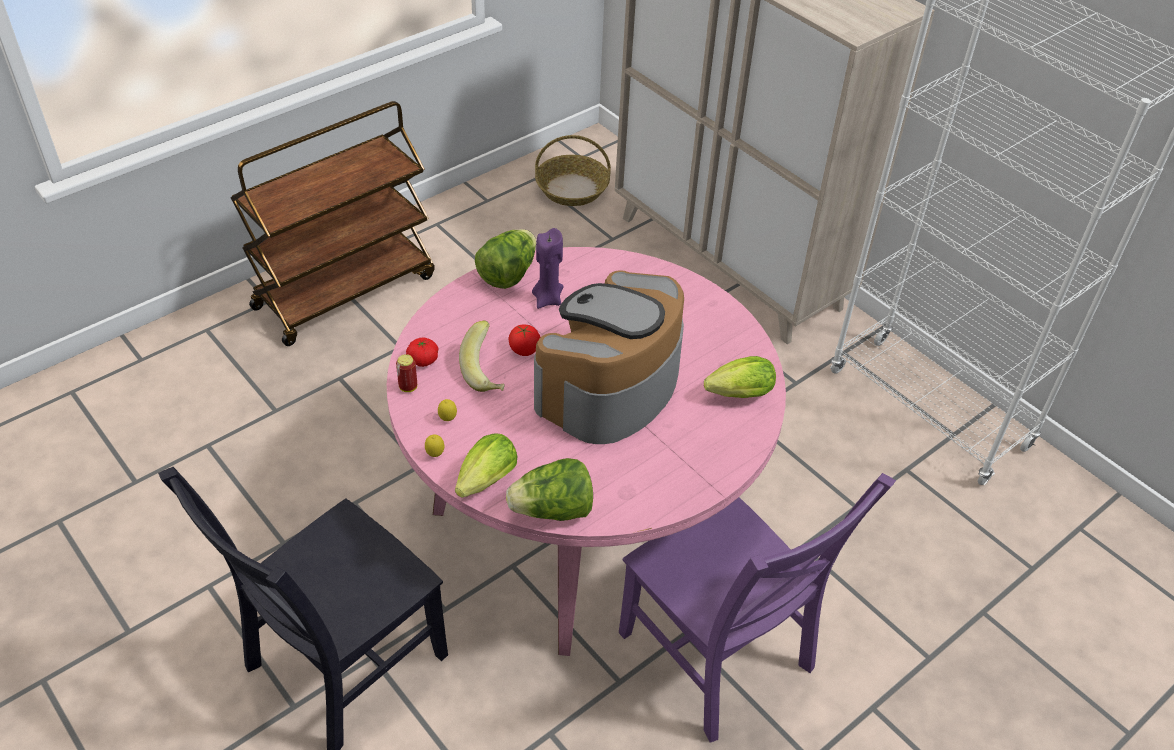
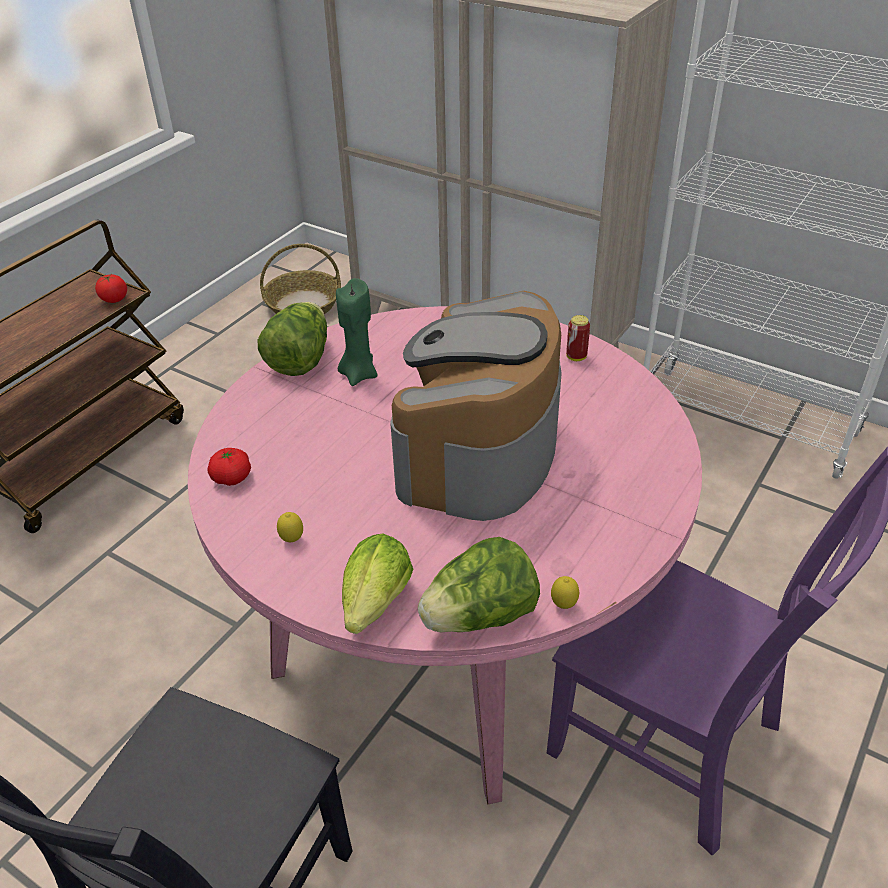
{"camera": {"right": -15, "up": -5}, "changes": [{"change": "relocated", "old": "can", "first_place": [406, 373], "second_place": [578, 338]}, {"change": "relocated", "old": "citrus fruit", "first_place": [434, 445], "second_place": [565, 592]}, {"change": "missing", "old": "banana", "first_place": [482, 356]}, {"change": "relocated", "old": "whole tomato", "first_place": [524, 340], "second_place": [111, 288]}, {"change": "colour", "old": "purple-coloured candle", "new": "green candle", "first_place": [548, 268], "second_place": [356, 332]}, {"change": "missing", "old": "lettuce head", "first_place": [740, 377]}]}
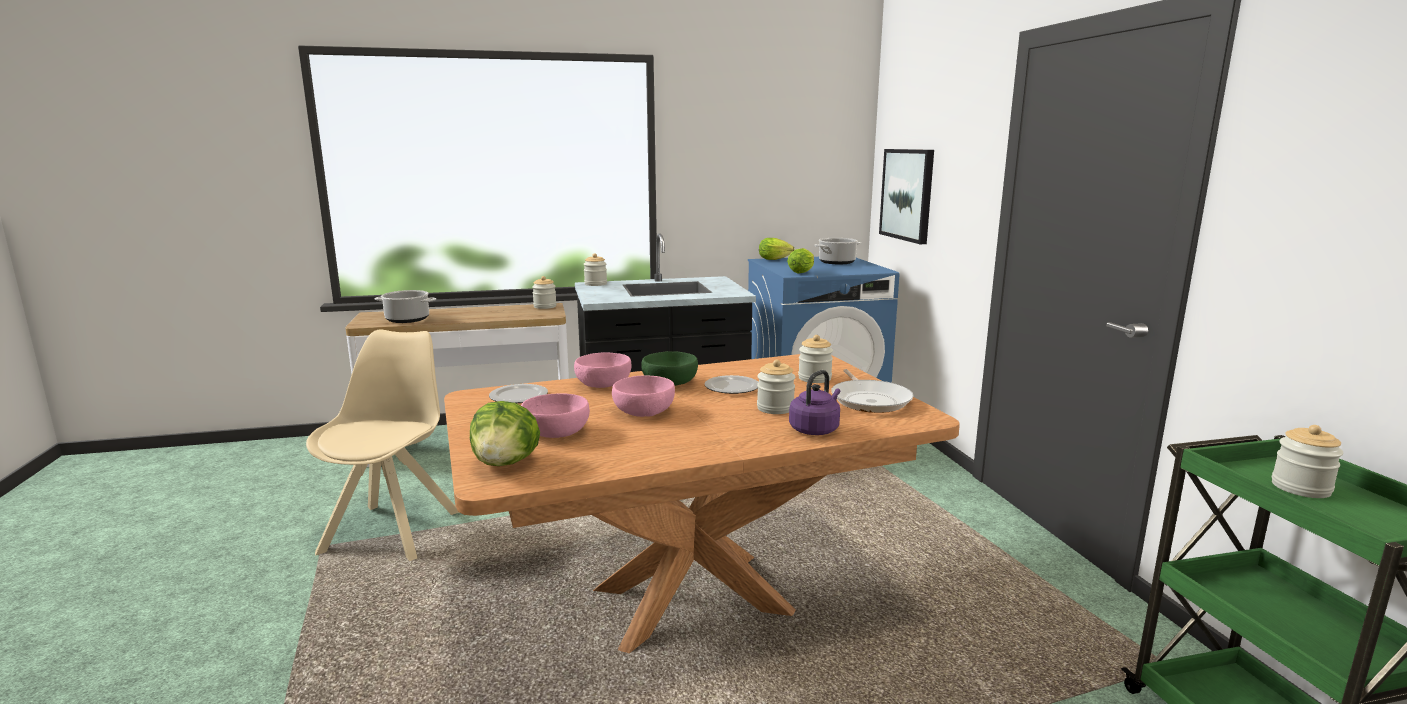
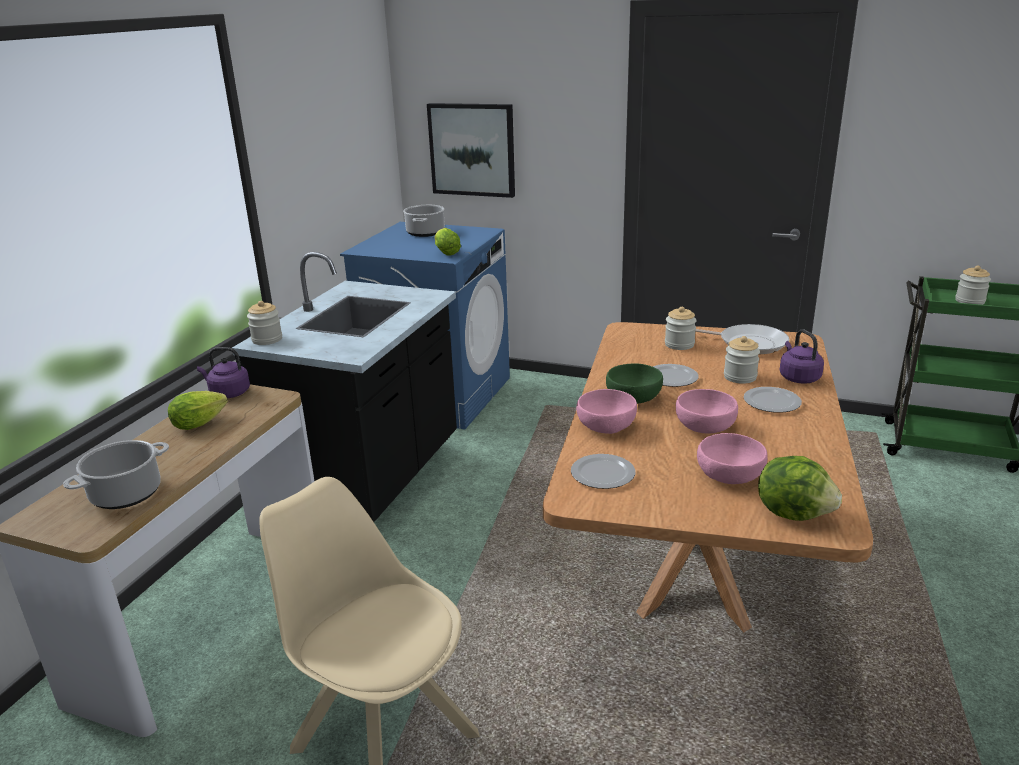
{"camera": {"right": -55, "up": 10}, "changes": [{"change": "exchanged", "old": "storage jar", "new": "purple-coloured tea kettle", "first_place": [544, 292], "second_place": [223, 372]}, {"change": "relocated", "old": "lettuce head", "first_place": [777, 249], "second_place": [198, 410]}, {"change": "appeared", "new": "dinner plate", "second_place": [773, 400]}]}
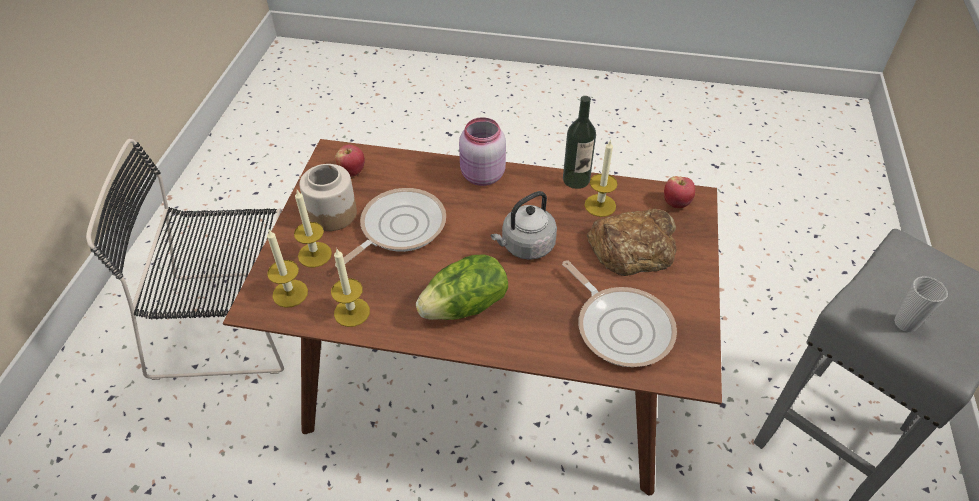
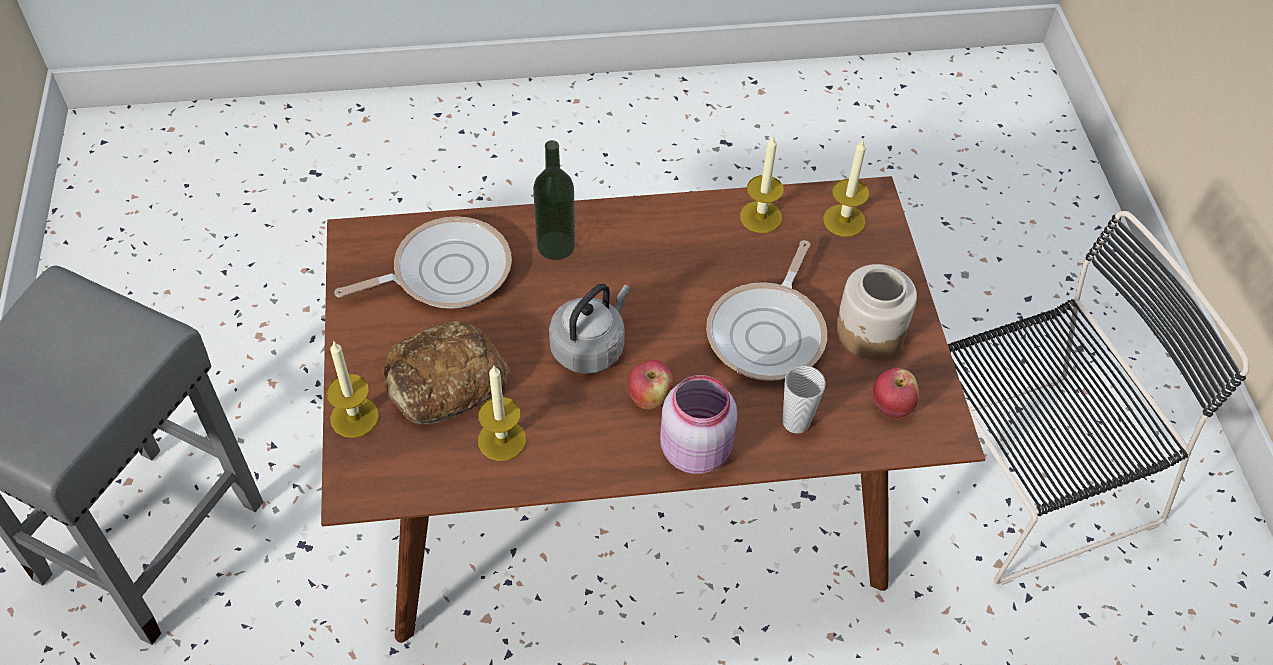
{"camera": {"right": 160, "up": 5}, "changes": [{"change": "relocated", "old": "candle", "first_place": [313, 229], "second_place": [352, 389]}, {"change": "missing", "old": "lettuce head", "first_place": [462, 287]}, {"change": "spun", "old": "pan", "first_place": [619, 314], "second_place": [423, 262], "degrees": 120}, {"change": "relocated", "old": "bottle", "first_place": [579, 142], "second_place": [554, 200]}, {"change": "relocated", "old": "whole apple", "first_place": [679, 192], "second_place": [651, 384]}, {"change": "relocated", "old": "drinking cup", "first_place": [921, 304], "second_place": [804, 399]}]}
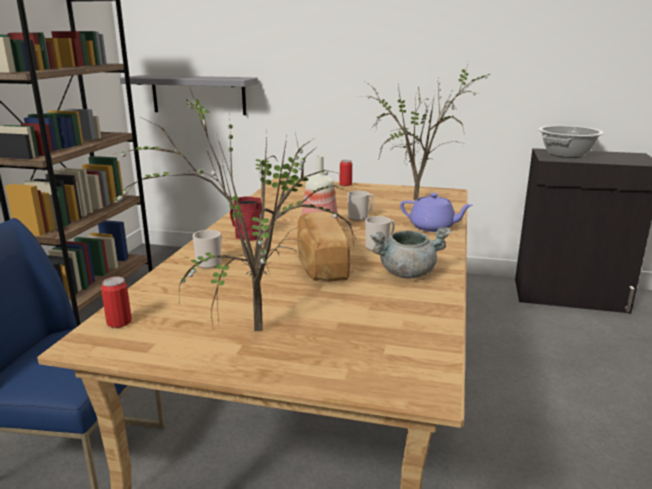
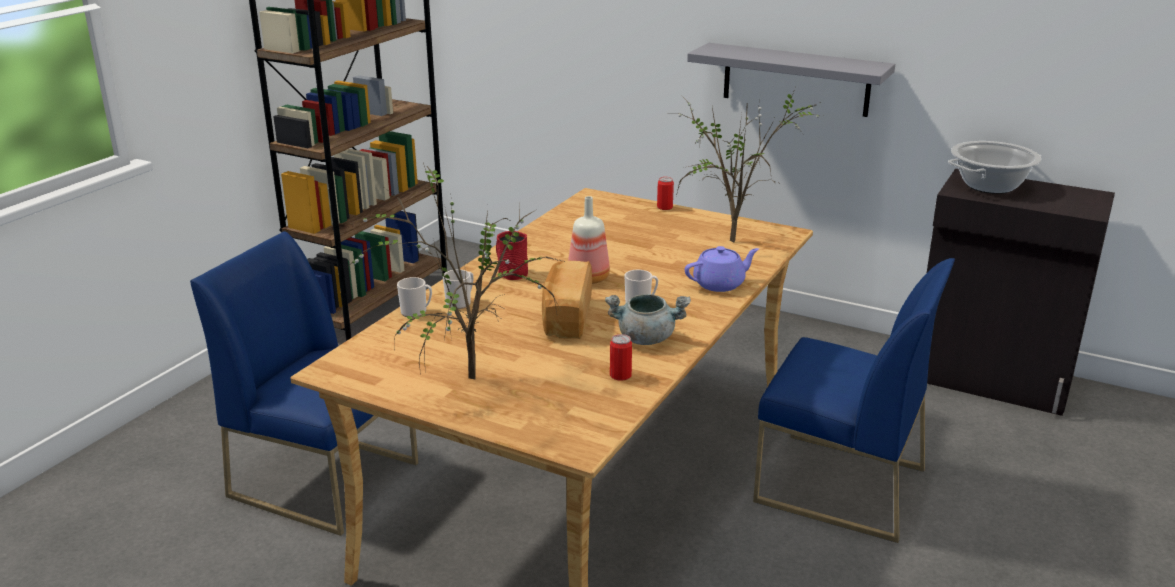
{"camera": {"right": 15, "up": 5}, "changes": [{"change": "relocated", "old": "can", "first_place": [116, 302], "second_place": [621, 357]}, {"change": "relocated", "old": "gray bracket shelf", "first_place": [189, 95], "second_place": [791, 80]}, {"change": "relocated", "old": "tea mug", "first_place": [361, 206], "second_place": [414, 297]}, {"change": "spun", "old": "purple-coloured tea pot", "first_place": [436, 212], "second_place": [722, 269], "degrees": -60}, {"change": "appeared", "new": "bluish upright chair", "second_place": [854, 400]}]}
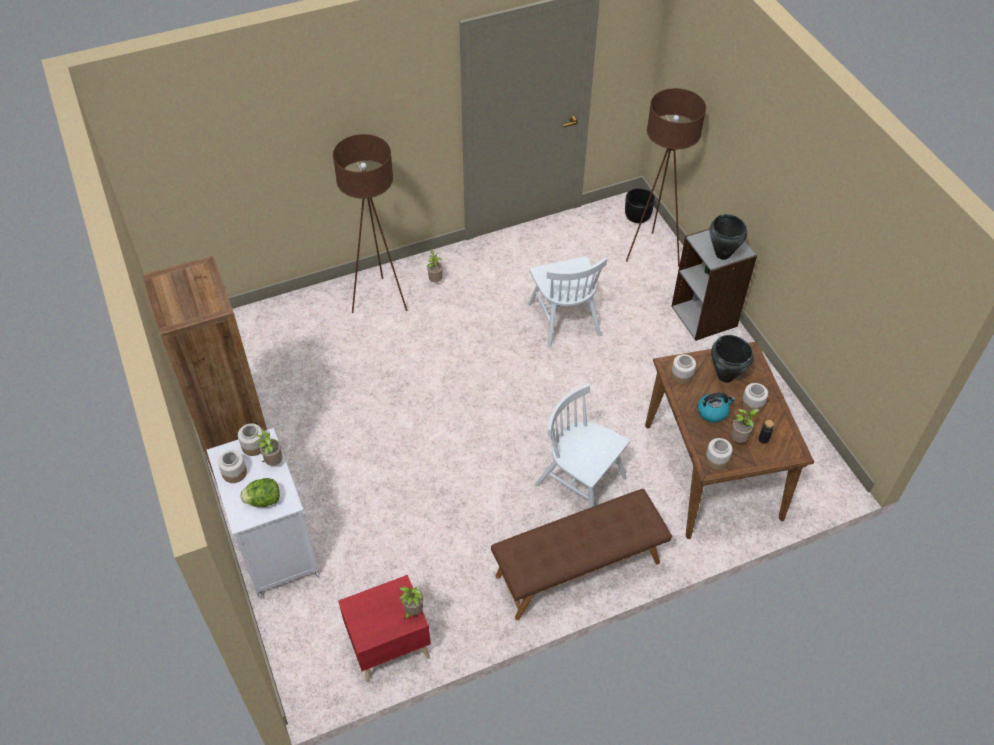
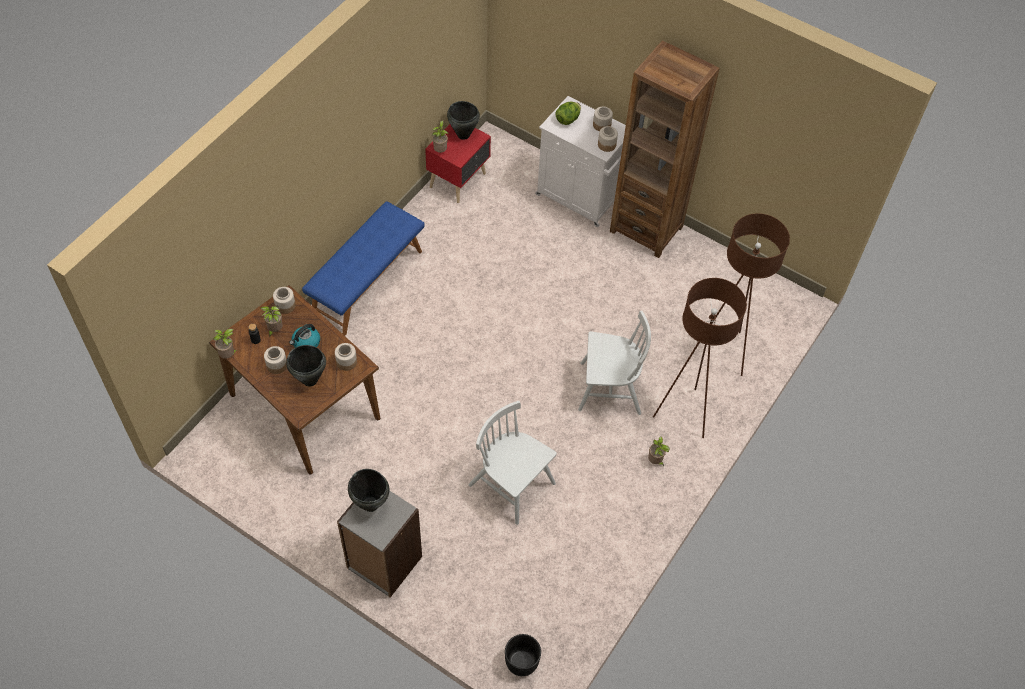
{"camera": {"right": 145, "up": 5}, "changes": [{"change": "relocated", "old": "plant in a pot", "first_place": [268, 447], "second_place": [225, 344]}, {"change": "colour", "old": "brown long seat", "new": "bluish long seat", "first_place": [581, 554], "second_place": [363, 268]}, {"change": "relocated", "old": "white-coloured upright chair", "first_place": [582, 446], "second_place": [614, 363]}, {"change": "relocated", "old": "brown standing lamp", "first_place": [666, 177], "second_place": [751, 294]}, {"change": "appeared", "new": "black-coloured saucepot", "second_place": [463, 120]}]}
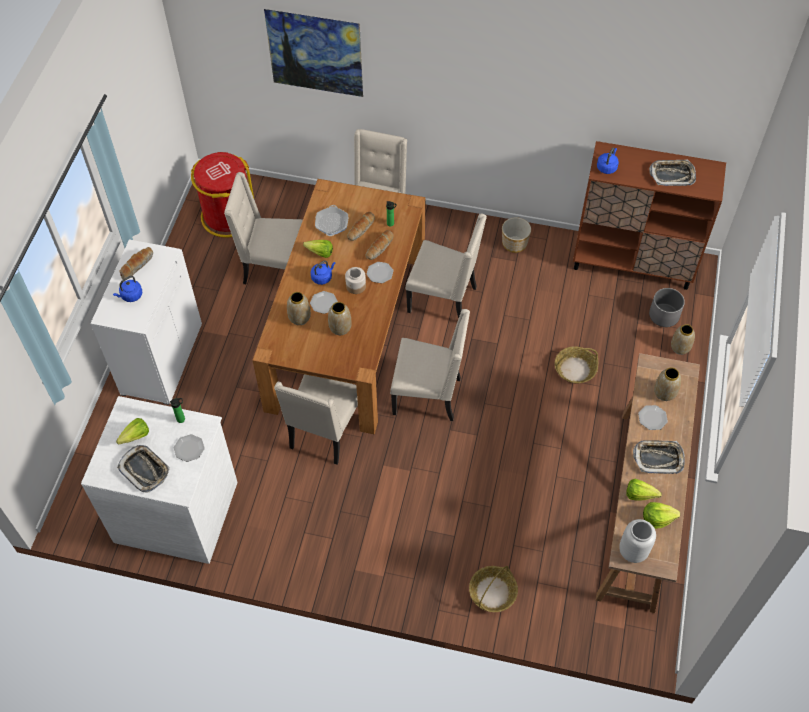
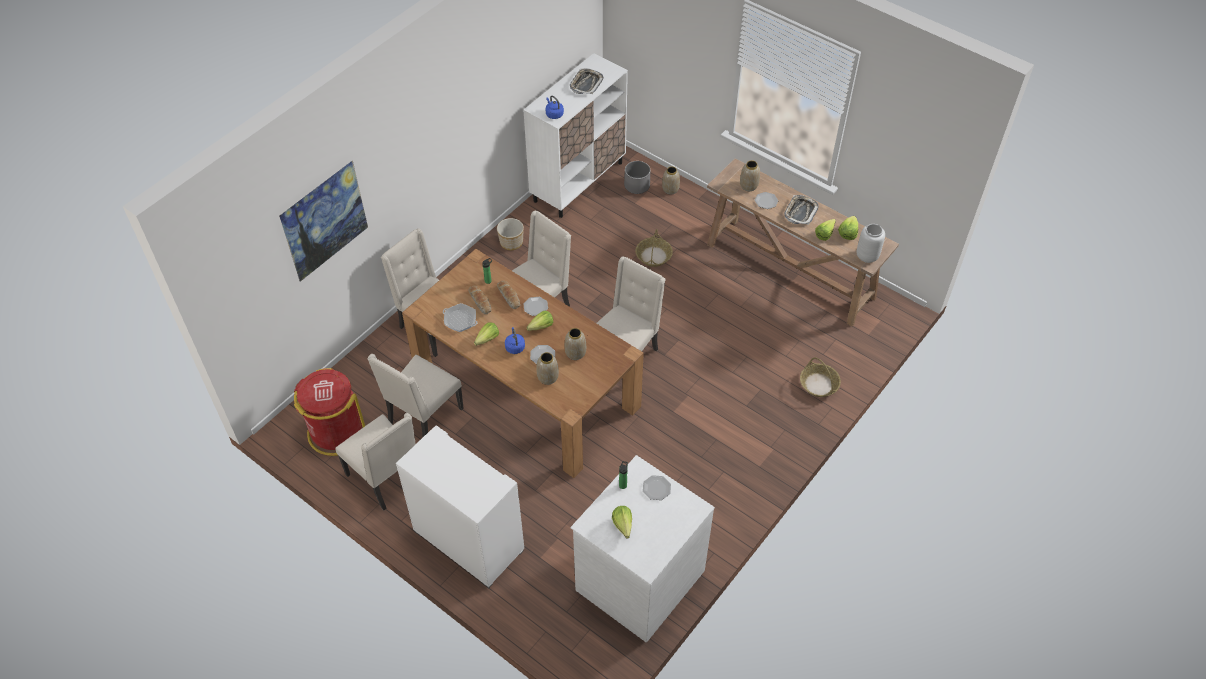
{"camera": {"right": -65, "up": -5}, "changes": [{"change": "missing", "old": "bluish tea kettle", "first_place": [127, 289]}, {"change": "missing", "old": "carrying tray", "first_place": [143, 469]}, {"change": "missing", "old": "bakery bread", "first_place": [136, 263]}, {"change": "relocated", "old": "sand-coloured upright chair", "first_place": [316, 419], "second_place": [375, 461]}, {"change": "exchanged", "old": "storage jar", "new": "lettuce head", "first_place": [355, 280], "second_place": [540, 321]}, {"change": "colour", "old": "brown cupboard", "new": "white-coloured cupboard", "first_place": [649, 215], "second_place": [575, 135]}]}
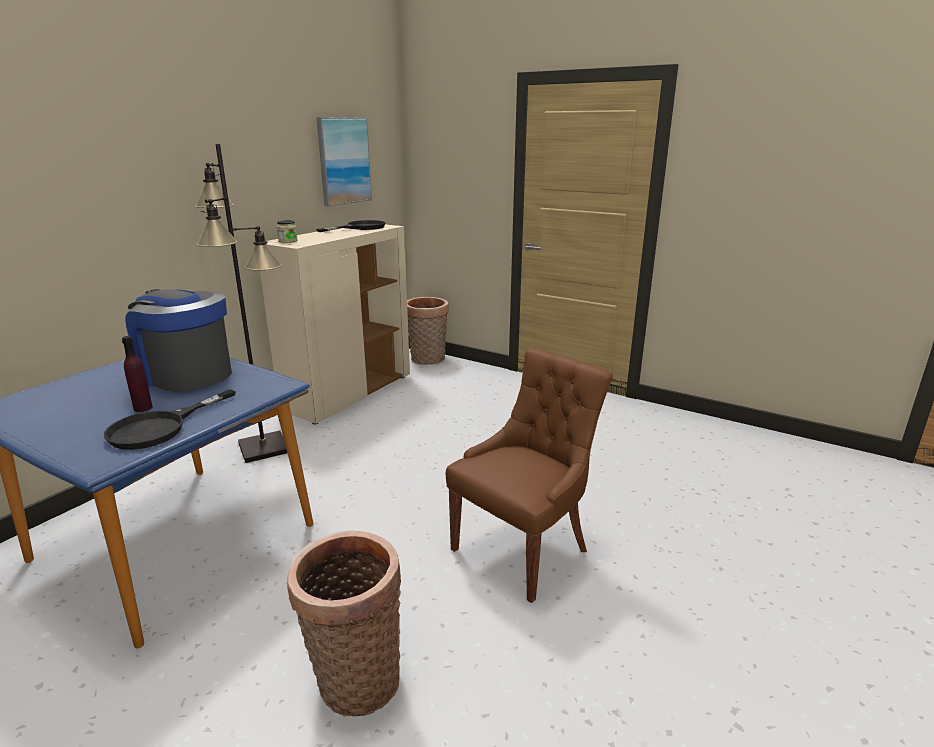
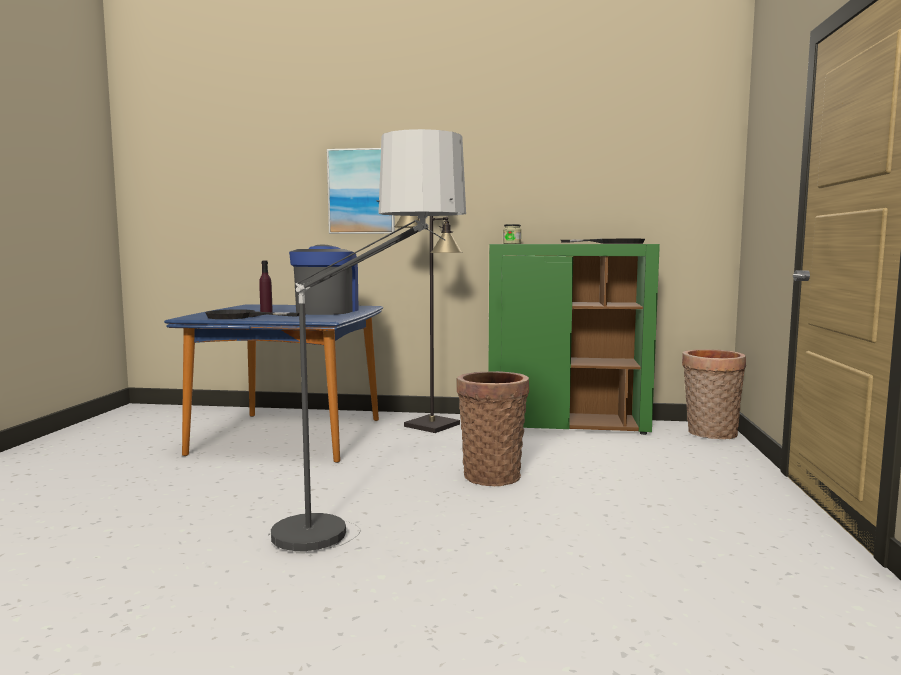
{"camera": {"right": 65, "up": -15}, "changes": [{"change": "colour", "old": "sand-coloured cupboard", "new": "green cupboard", "first_place": [335, 325], "second_place": [574, 339]}, {"change": "relocated", "old": "basket", "first_place": [344, 624], "second_place": [493, 428]}, {"change": "relocated", "old": "wall picture", "first_place": [344, 162], "second_place": [361, 191]}, {"change": "exchanged", "old": "brown upright chair", "new": "standing lamp", "first_place": [529, 475], "second_place": [367, 341]}]}
